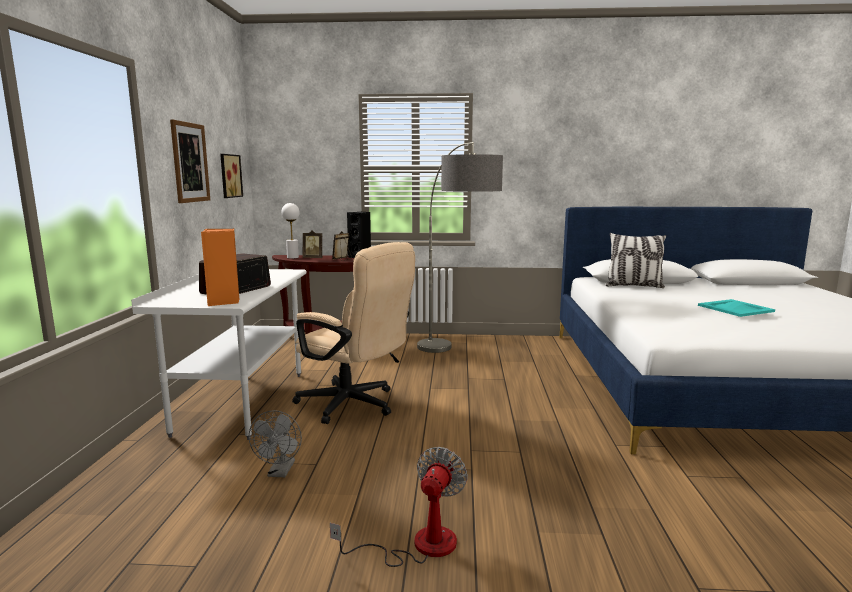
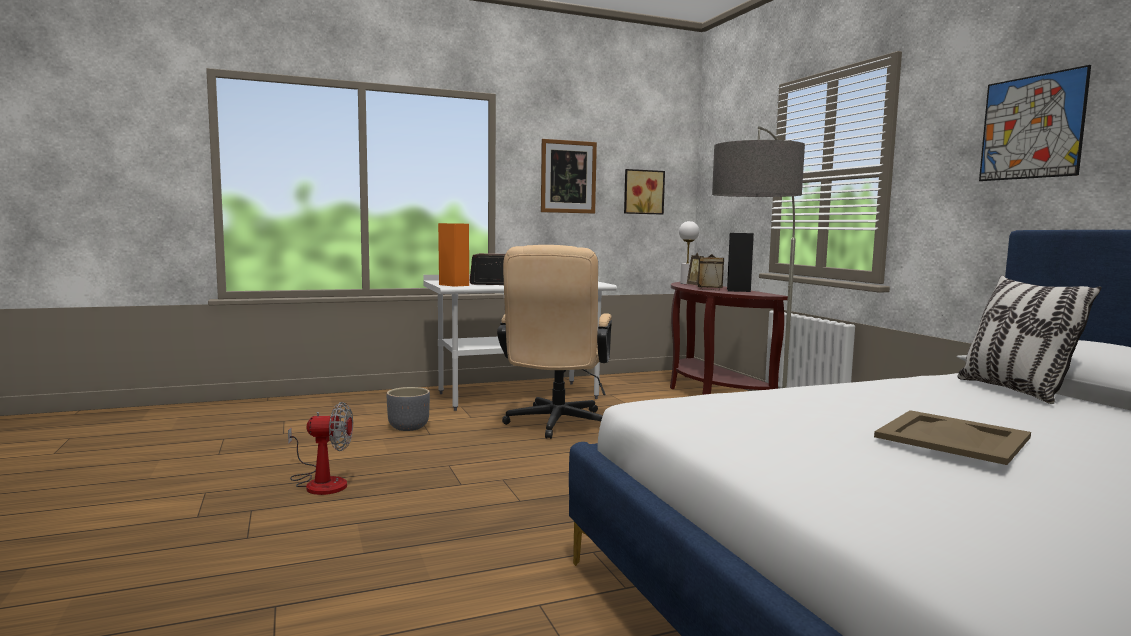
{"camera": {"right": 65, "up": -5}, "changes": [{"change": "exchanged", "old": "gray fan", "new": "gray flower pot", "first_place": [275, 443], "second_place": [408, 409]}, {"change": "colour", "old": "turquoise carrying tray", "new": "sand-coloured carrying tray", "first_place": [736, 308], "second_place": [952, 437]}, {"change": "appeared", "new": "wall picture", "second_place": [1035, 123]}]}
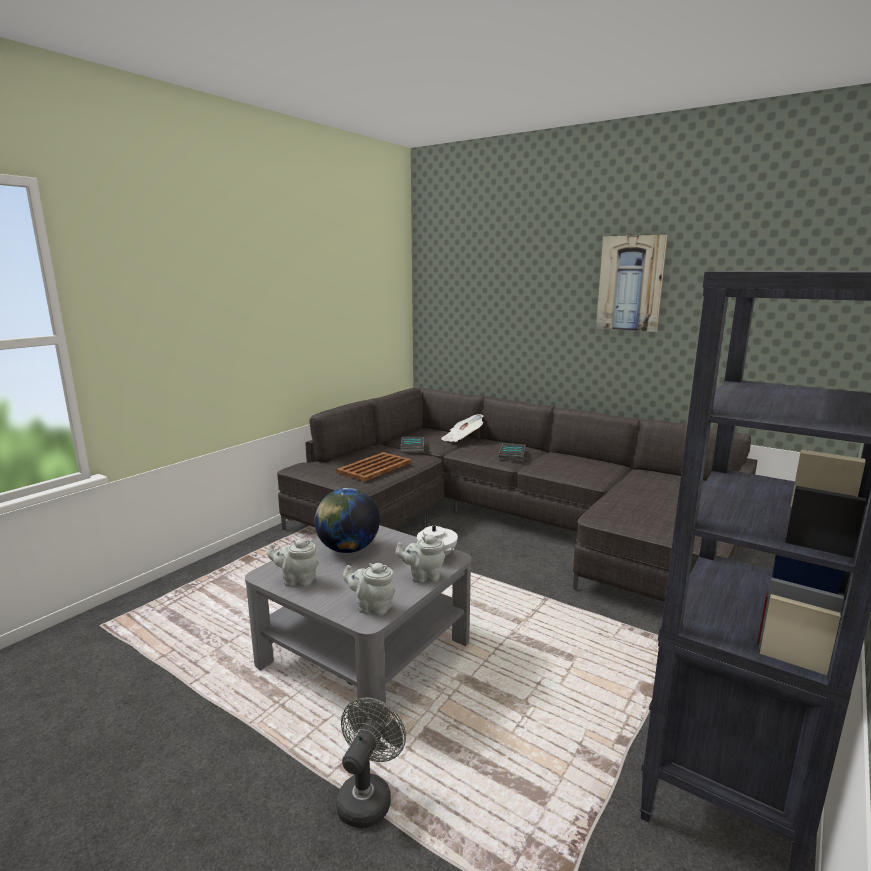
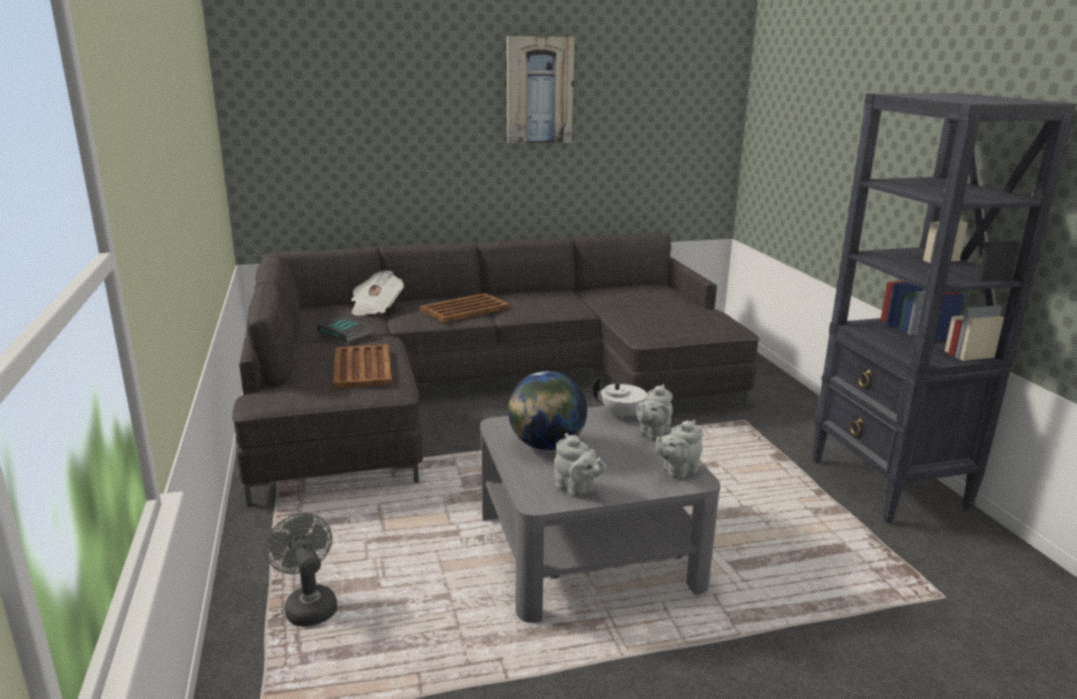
{"camera": {"right": -50, "up": 5}, "changes": [{"change": "spun", "old": "gray tea pot", "first_place": [292, 563], "second_place": [580, 464], "degrees": -90}, {"change": "relocated", "old": "gray fan", "first_place": [371, 763], "second_place": [301, 570]}, {"change": "exchanged", "old": "book", "new": "brown carrying tray", "first_place": [512, 452], "second_place": [465, 308]}]}
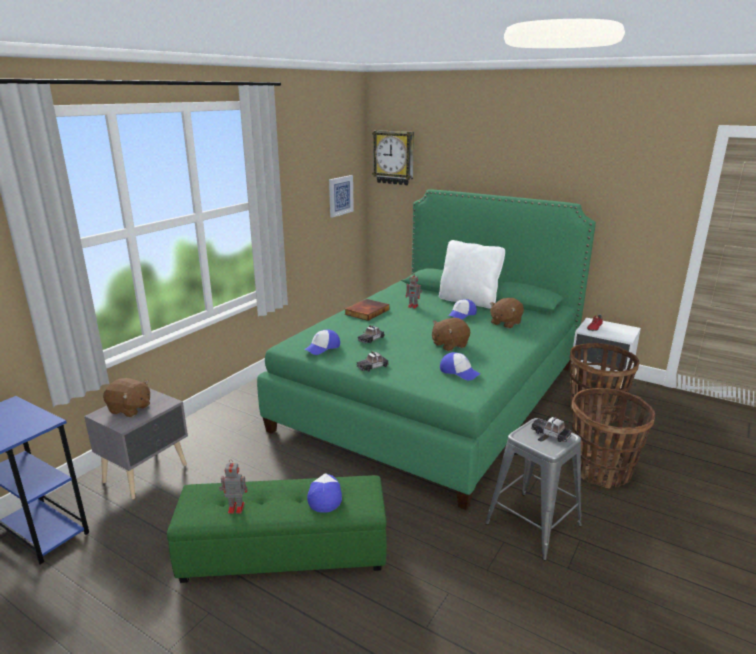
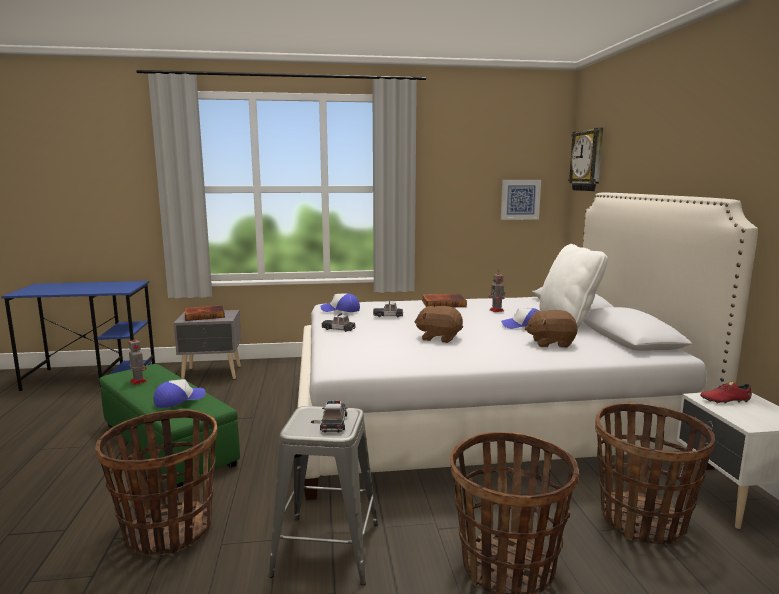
{"camera": {"right": 50, "up": -10}, "changes": [{"change": "exchanged", "old": "brown plush toy", "new": "book", "first_place": [126, 397], "second_place": [205, 313]}, {"change": "colour", "old": "green bed", "new": "white-coloured bed", "first_place": [426, 349], "second_place": [527, 346]}, {"change": "missing", "old": "baseball cap", "first_place": [460, 366]}, {"change": "appeared", "new": "basket", "second_place": [156, 482]}]}
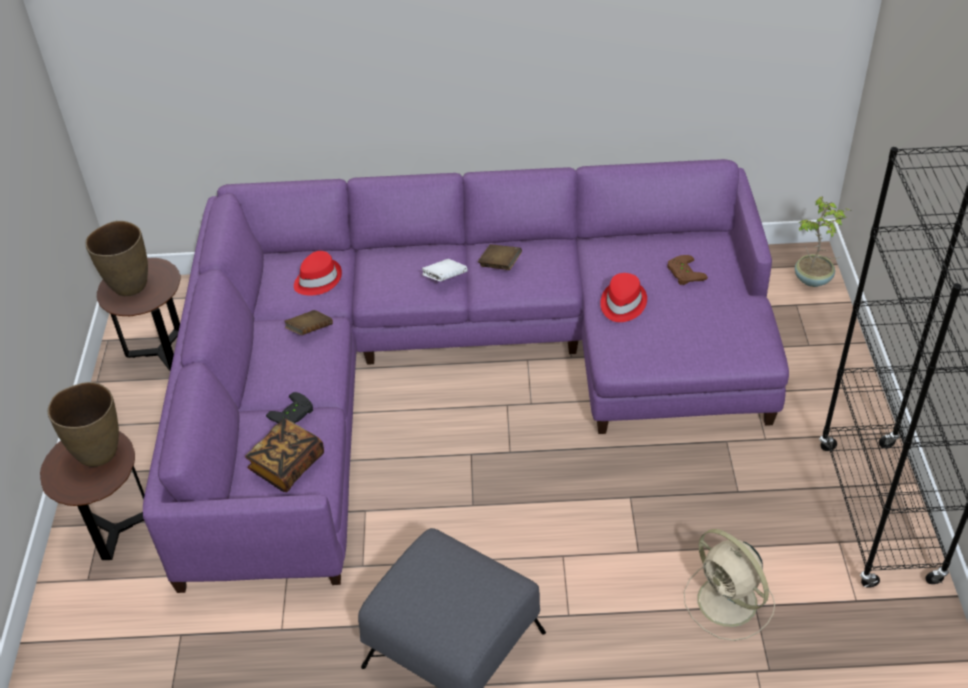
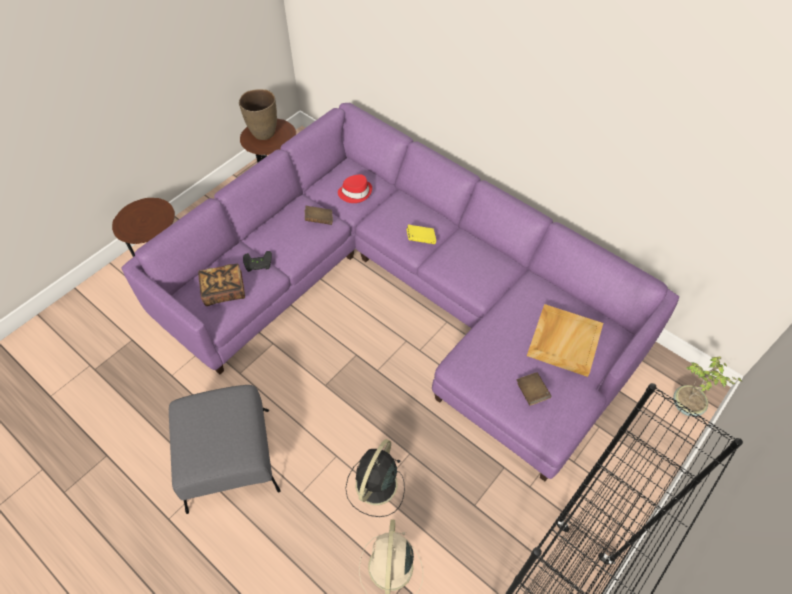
{"camera": {"right": 40, "up": 10}, "changes": [{"change": "missing", "old": "brown decorative vase", "first_place": [83, 424]}, {"change": "colour", "old": "white-coloured book", "new": "yellow book", "first_place": [444, 270], "second_place": [421, 234]}, {"change": "relocated", "old": "brown book", "first_place": [500, 257], "second_place": [534, 389]}, {"change": "missing", "old": "red-coloured clothing hat", "first_place": [623, 297]}, {"change": "exchanged", "old": "brown gamepad", "new": "sand-coloured carrying tray", "first_place": [687, 270], "second_place": [565, 340]}, {"change": "appeared", "new": "black-coloured fan", "second_place": [375, 478]}]}
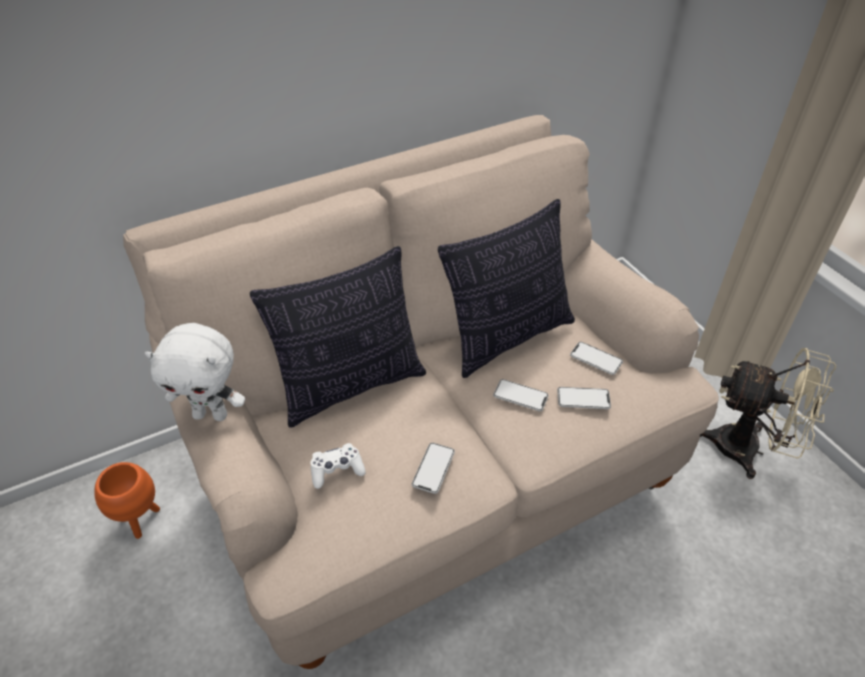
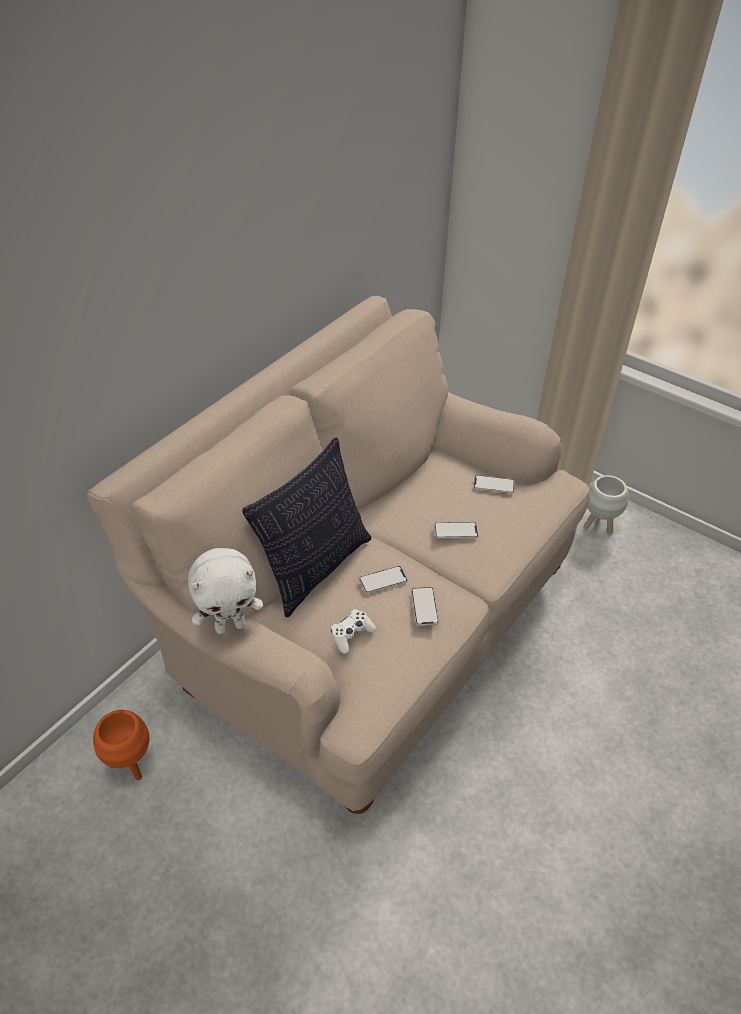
{"camera": {"right": -25, "up": 0}, "changes": [{"change": "missing", "old": "cushion", "first_place": [506, 288]}, {"change": "relocated", "old": "telephone", "first_place": [584, 398], "second_place": [383, 579]}, {"change": "exchanged", "old": "sand-coloured fan", "new": "white-coloured flower pot", "first_place": [768, 413], "second_place": [606, 504]}]}
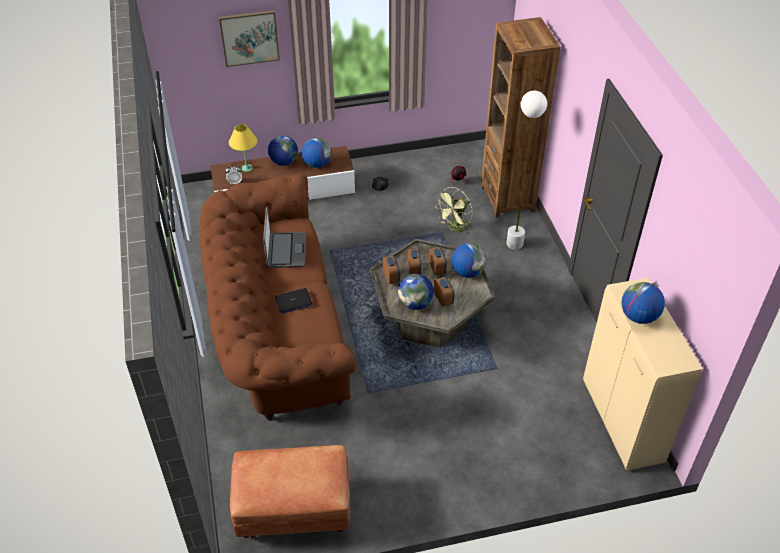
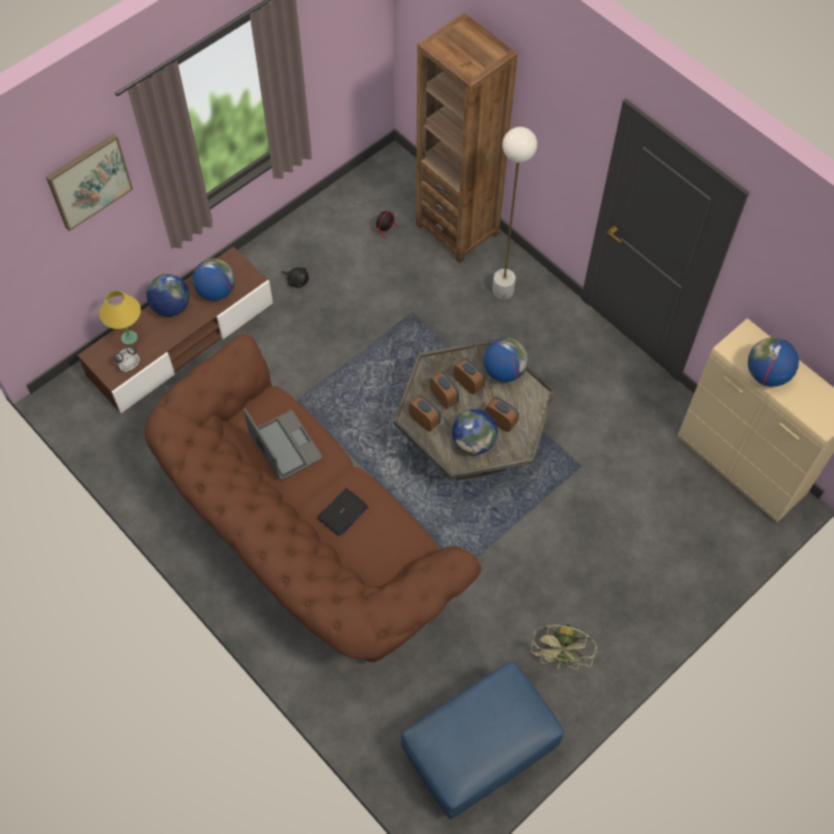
{"camera": {"right": -30, "up": 15}, "changes": [{"change": "colour", "old": "brown ottoman", "new": "bluish ottoman", "first_place": [290, 491], "second_place": [482, 740]}, {"change": "relocated", "old": "green fan", "first_place": [454, 210], "second_place": [564, 647]}]}
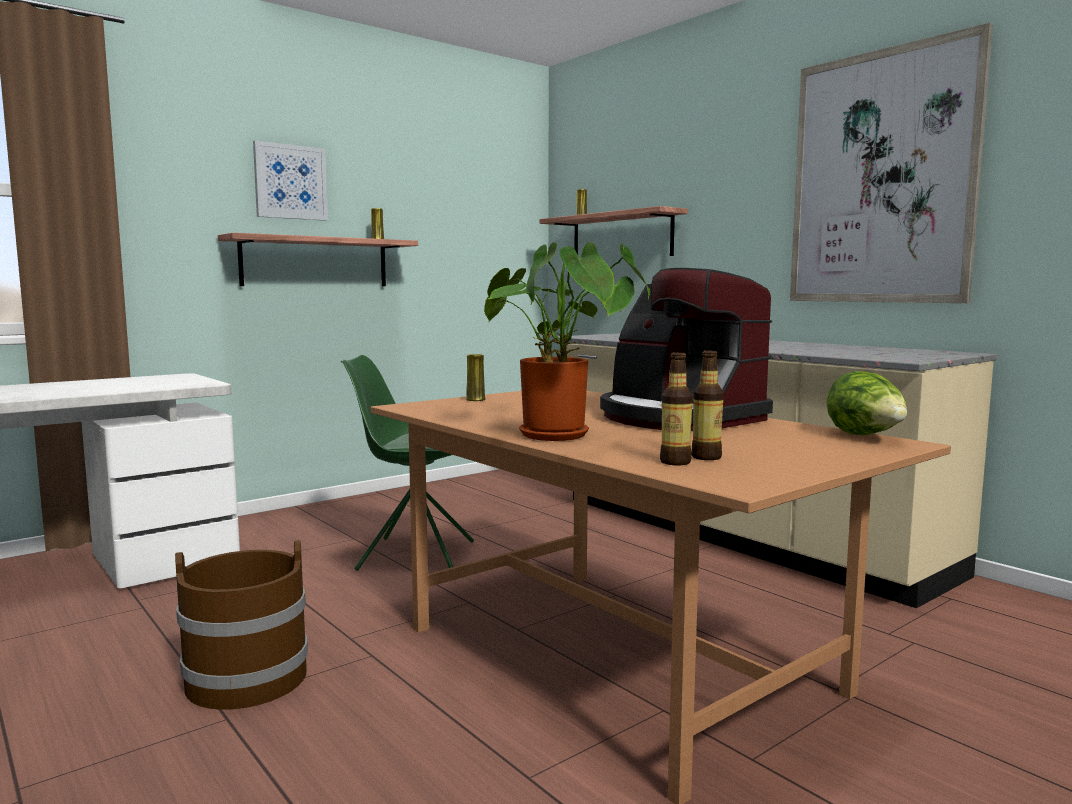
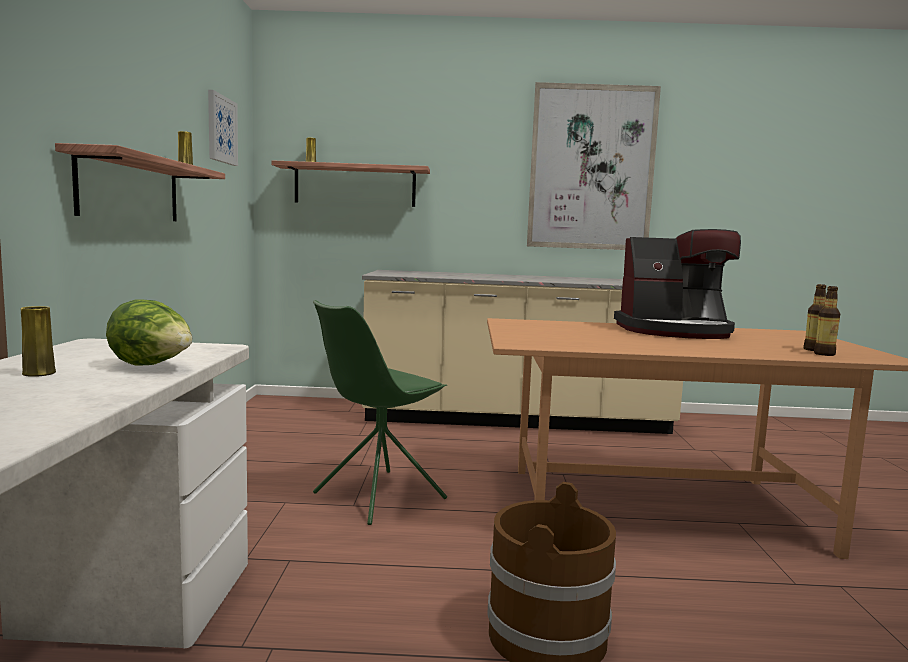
{"camera": {"right": -50, "up": 0}, "changes": [{"change": "relocated", "old": "wall picture", "first_place": [290, 181], "second_place": [223, 128]}, {"change": "relocated", "old": "yellow decorative vase", "first_place": [475, 377], "second_place": [38, 341]}, {"change": "missing", "old": "plant in a pot", "first_place": [567, 341]}, {"change": "relocated", "old": "lettuce head", "first_place": [866, 403], "second_place": [149, 332]}]}
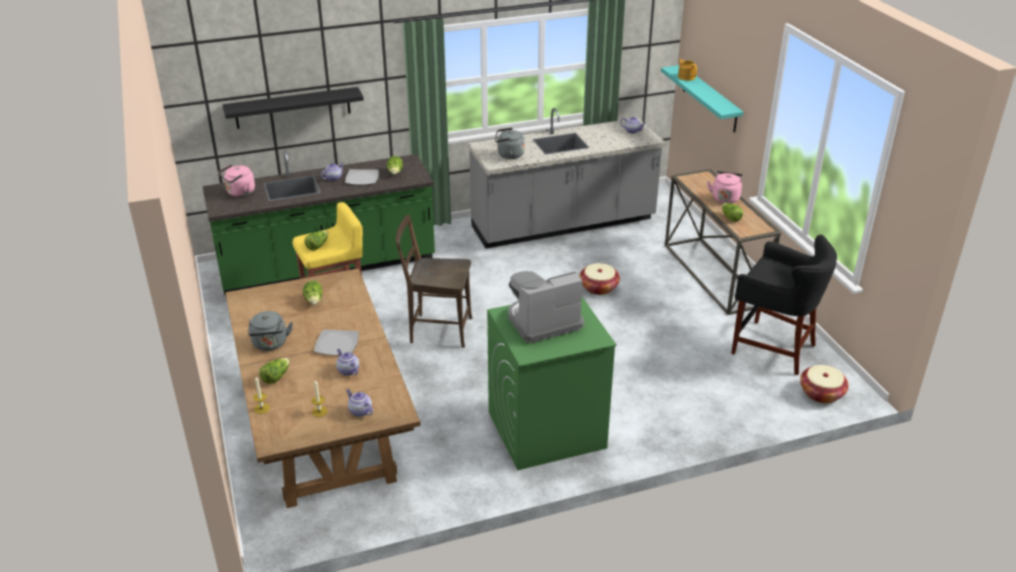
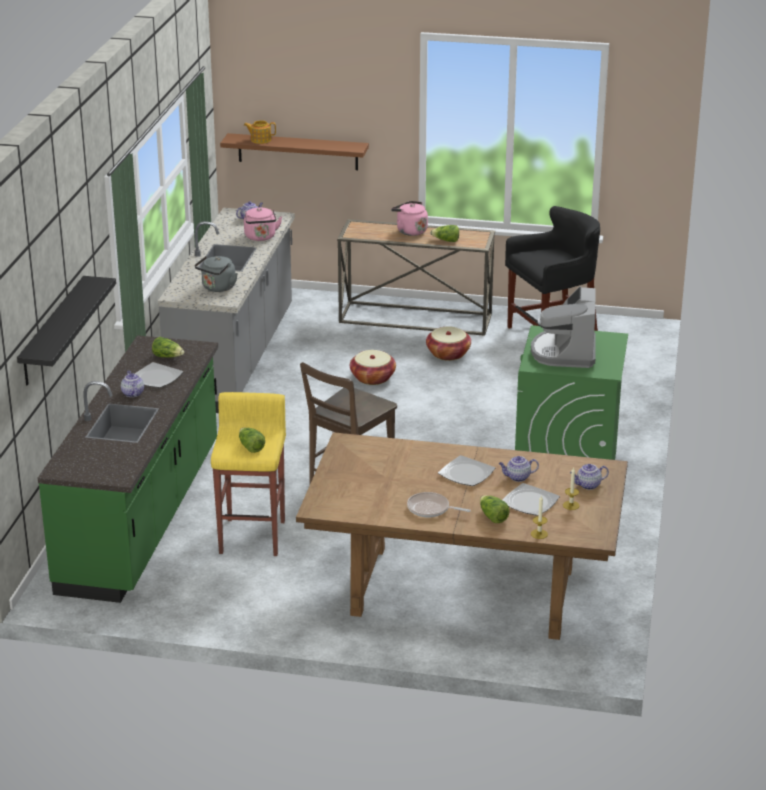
{"camera": {"right": -60, "up": -5}, "changes": [{"change": "relocated", "old": "pink tea kettle", "first_place": [236, 180], "second_place": [263, 224]}, {"change": "exchanged", "old": "gray tea kettle", "new": "pan", "first_place": [270, 331], "second_place": [439, 504]}, {"change": "missing", "old": "lettuce head", "first_place": [312, 293]}, {"change": "colour", "old": "turquoise bracket shelf", "new": "brown bracket shelf", "first_place": [702, 99], "second_place": [294, 151]}, {"change": "relocated", "old": "basket", "first_place": [824, 384], "second_place": [448, 343]}, {"change": "appeared", "new": "dinner plate", "second_place": [531, 499]}]}
